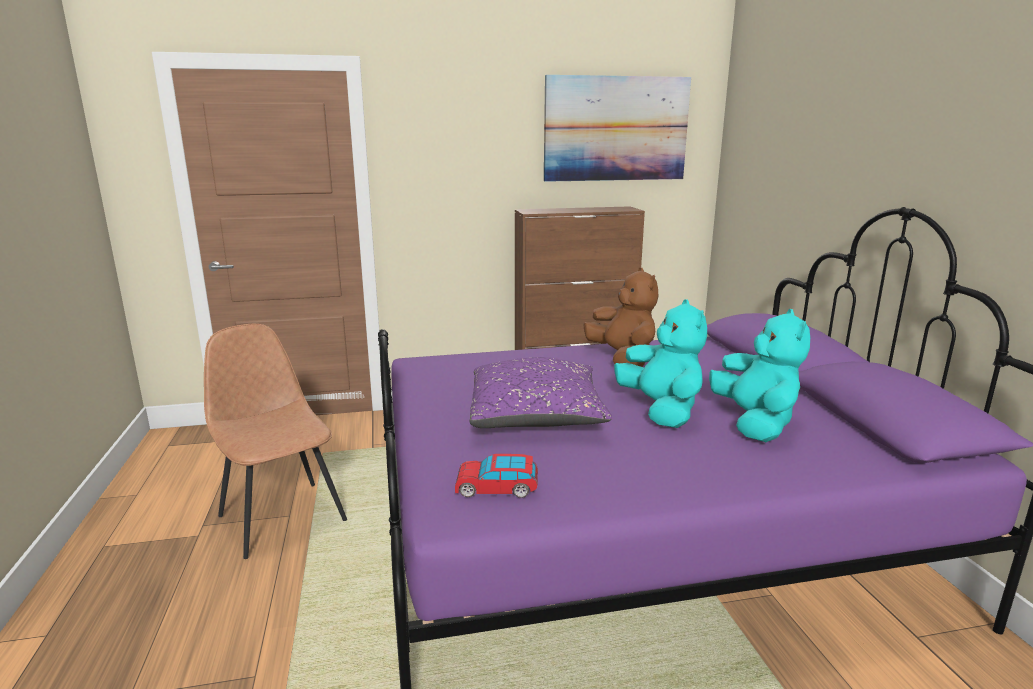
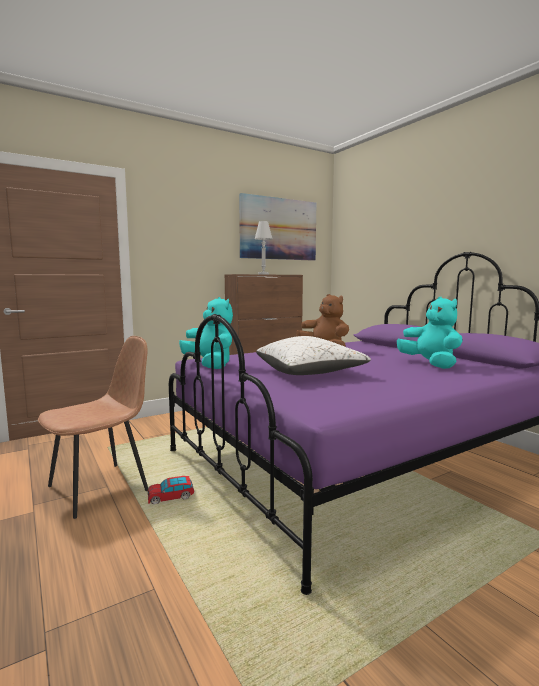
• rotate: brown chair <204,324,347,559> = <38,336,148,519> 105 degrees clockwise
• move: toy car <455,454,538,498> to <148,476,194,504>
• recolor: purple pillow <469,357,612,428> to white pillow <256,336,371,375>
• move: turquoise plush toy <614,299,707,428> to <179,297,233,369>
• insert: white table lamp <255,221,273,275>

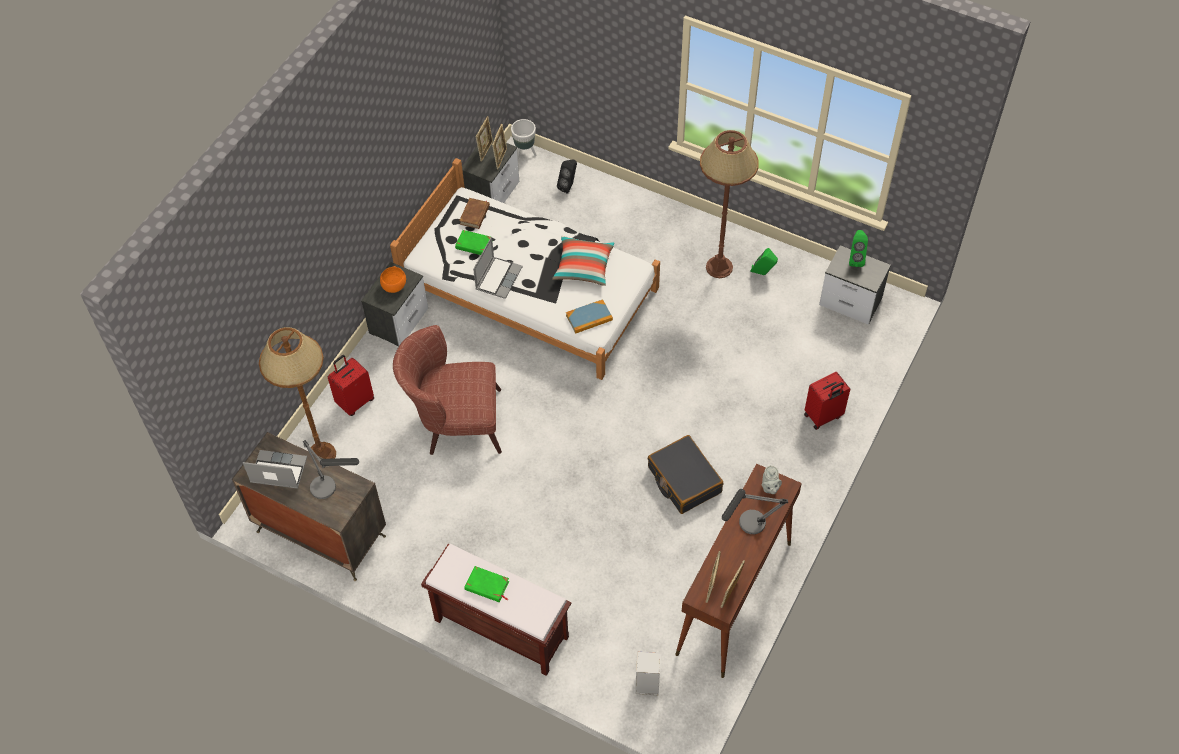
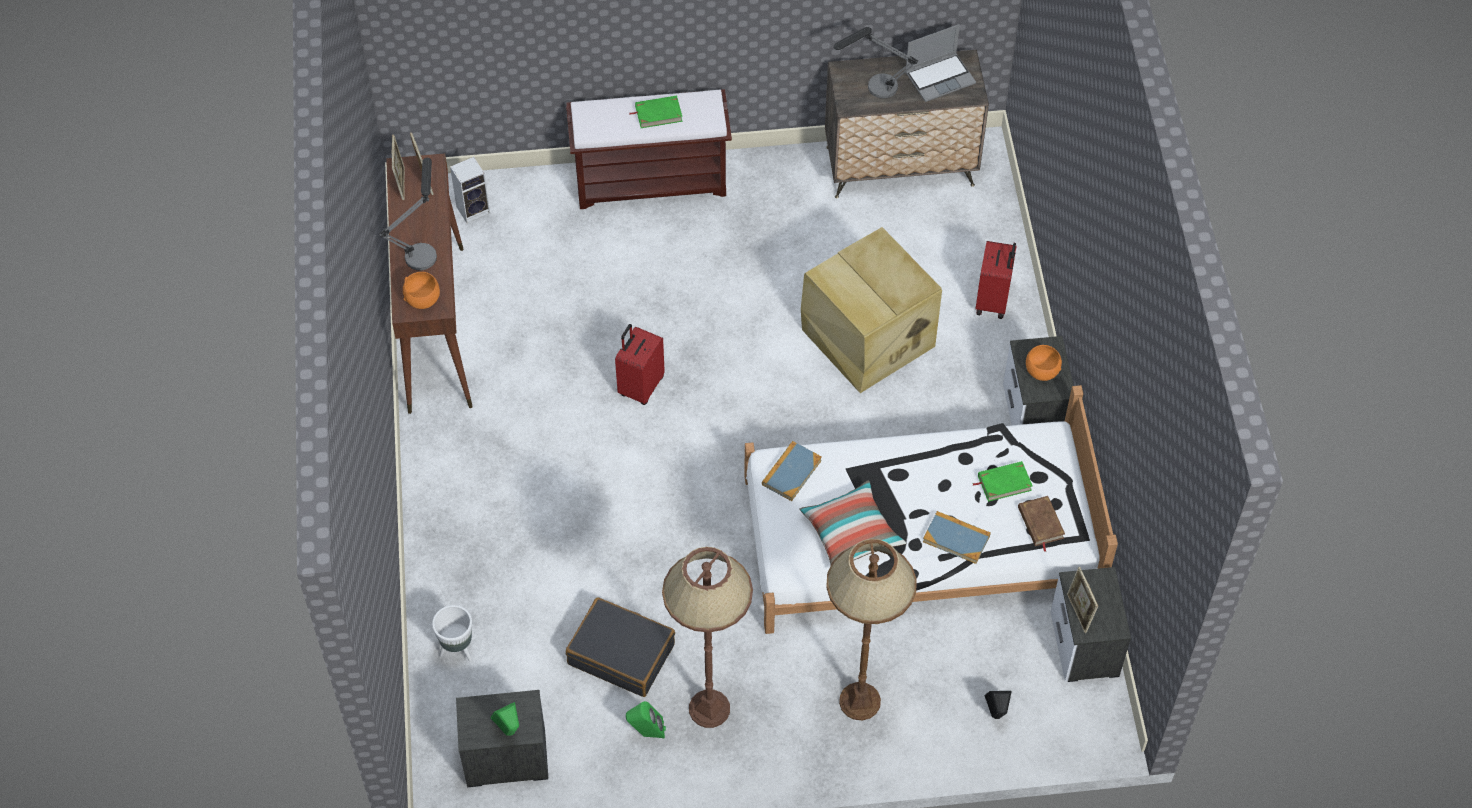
• move: brown floor lamp <259,327,336,459> to <826,539,917,721>
• replace: brown armchair <393,325,502,455> to beige storage box <801,227,942,393>
• delete: laptop <473,237,523,299>
• delete: picture frame <476,116,493,162>
• move: white planter <511,119,537,158> to <432,605,472,662>
• move: black suitcase <648,435,723,514> to <566,597,675,697>
• replace: grey teapot <762,466,782,494> to orange bowl <403,272,440,309>
• move: red suitcase <804,372,850,430> to <615,324,665,405>
• insert: book <923,511,991,564>

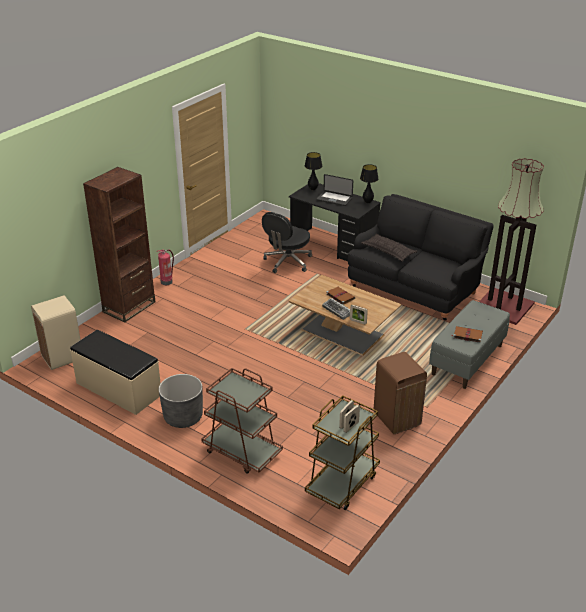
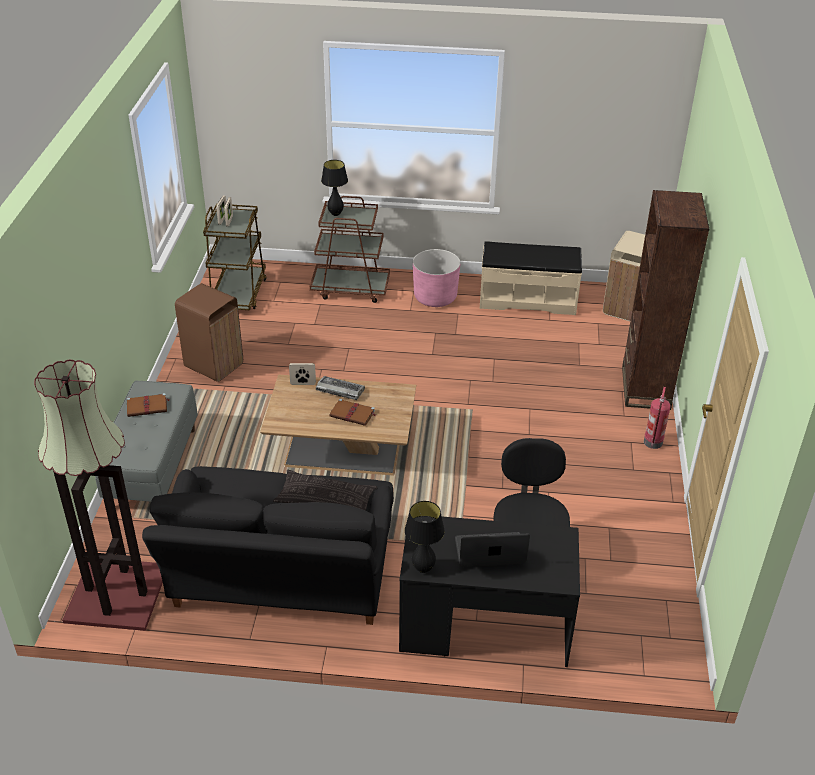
• recolor: grey planter <159,374,203,428> to pink planter <413,249,461,307>
• move: black table lamp <305,152,322,190> to <321,160,348,216>

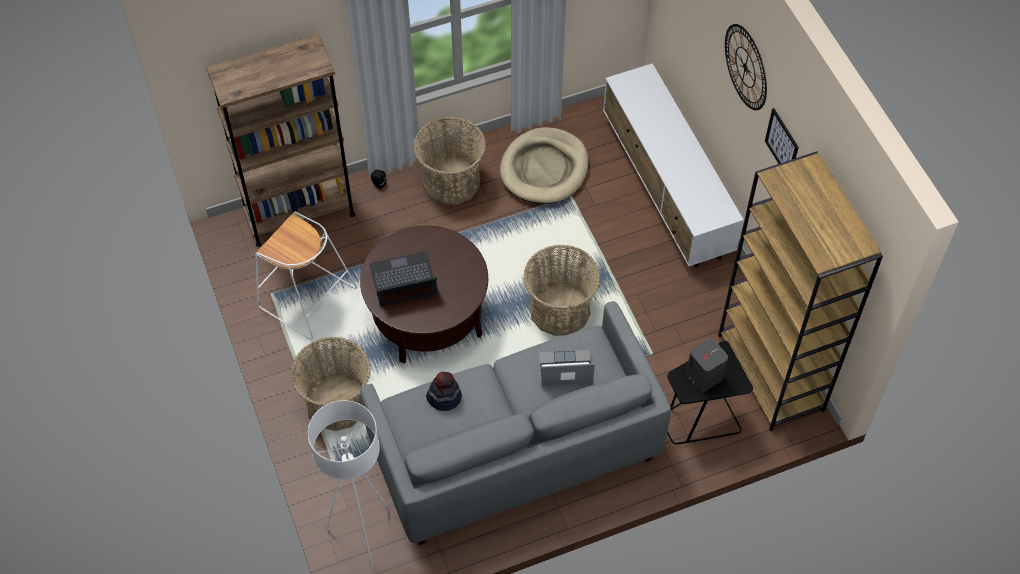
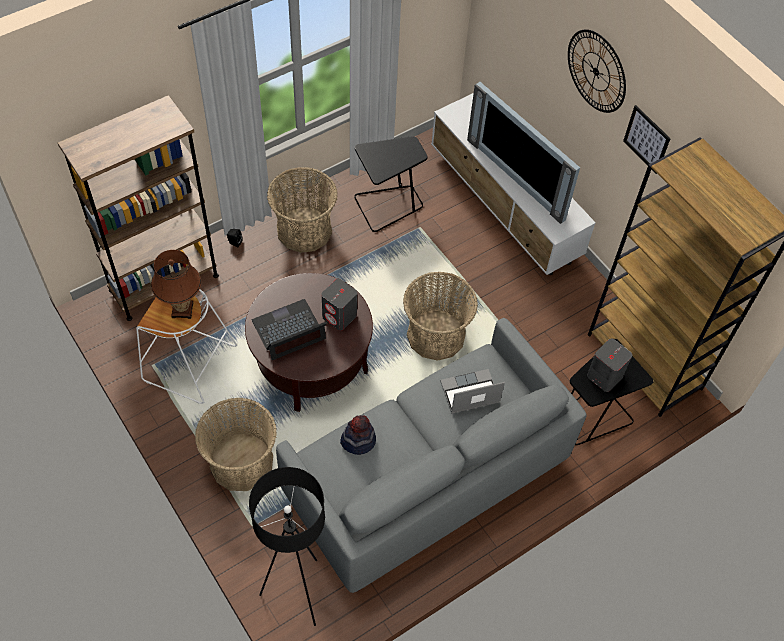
• recolor: white floor lamp <307,400,389,569> to black floor lamp <249,467,325,626>
• replace: beige dog bed <500,127,589,204> to black side table <354,136,428,232>
• insert: brown table lamp <151,250,201,319>
• insert: grey speaker <322,279,357,331>
• insert: television <467,82,580,224>

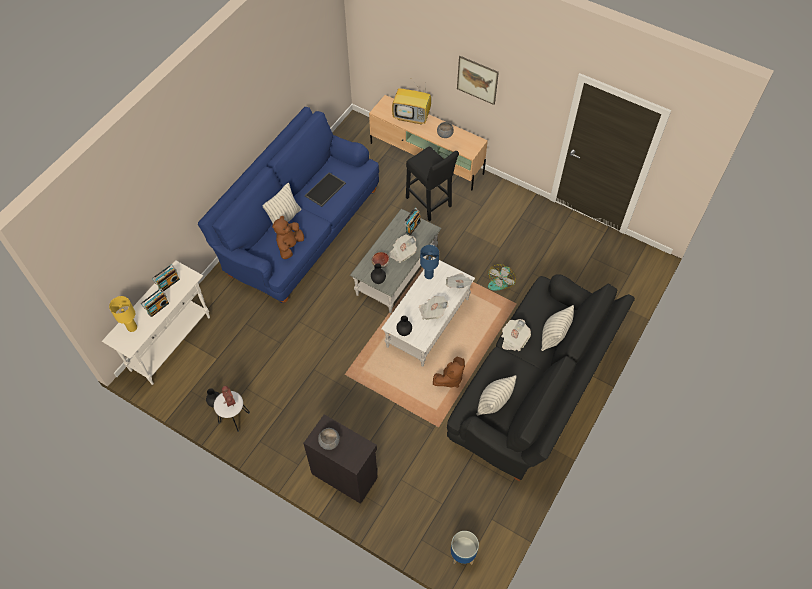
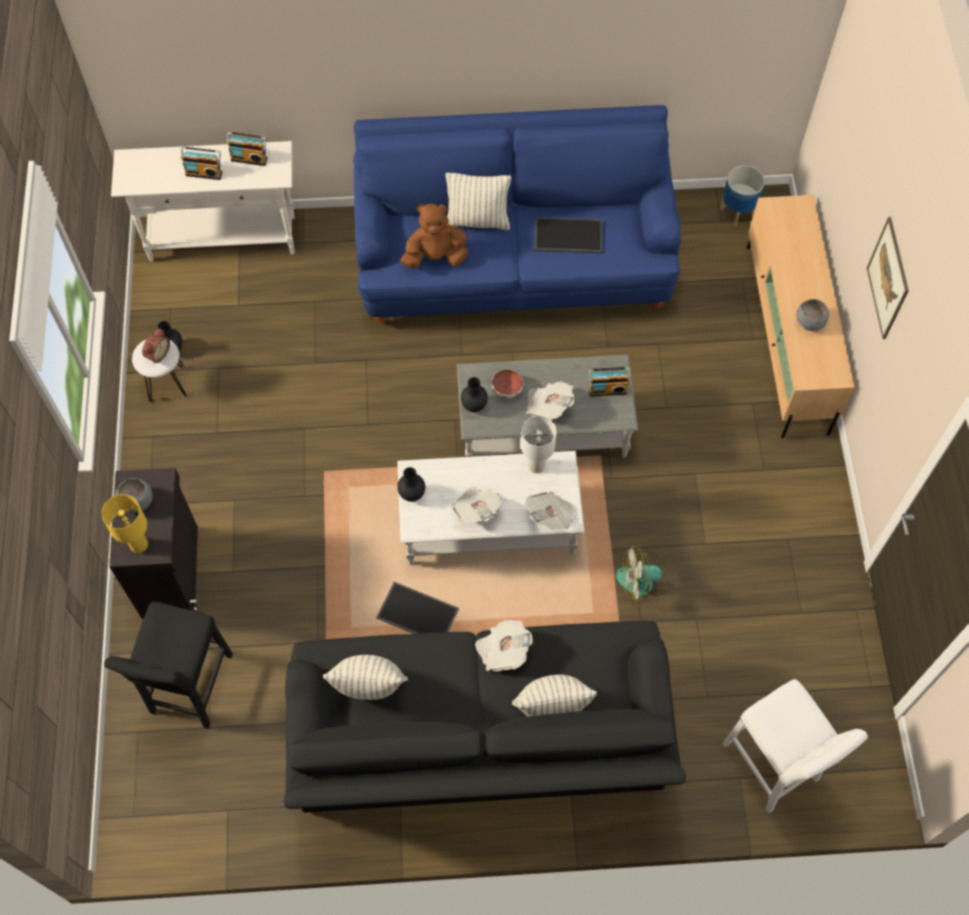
• move: yellow table lamp <109,296,137,332> to <101,494,148,553>
• delete: television <392,79,431,125>
• move: black stool <406,147,459,221> to <104,602,233,729>
• recolor: blue table lamp <420,245,439,279> to white table lamp <521,416,557,473>
• replace: brown plush toy <433,357,465,388> to tray <376,582,459,634>
• move: planter <451,531,479,565> to <720,165,765,226>
• insert: white stool <722,679,868,813>

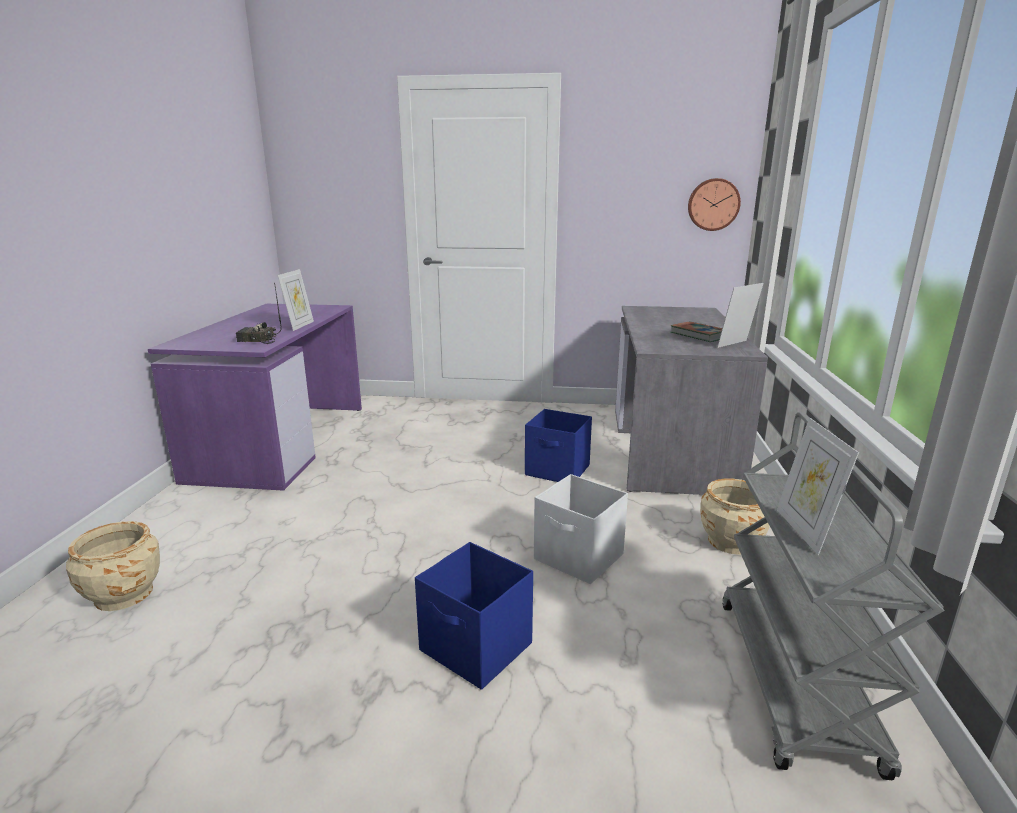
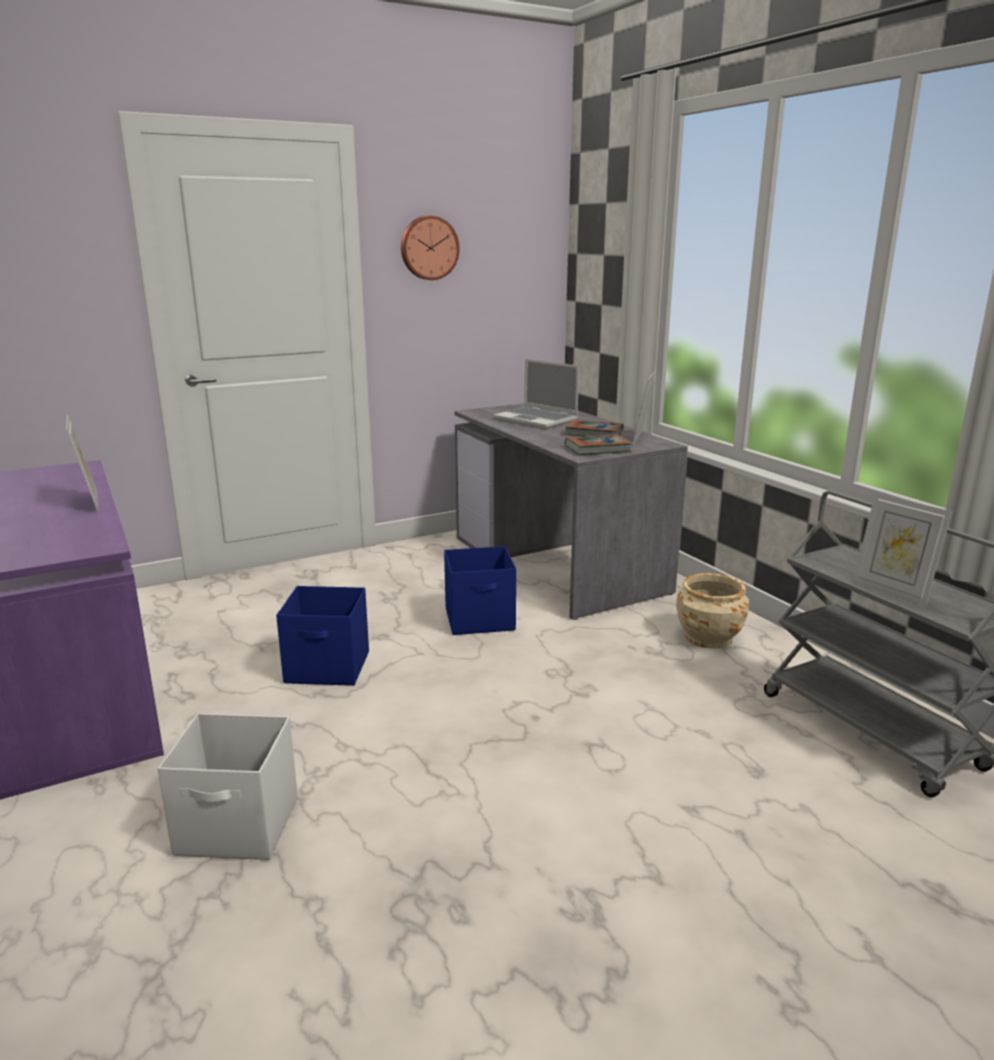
• delete: beige planter <66,521,160,611>
• delete: radio <236,282,281,344>
• move: blue storage box <415,542,533,690> to <276,586,369,686>
• move: white storage box <534,474,628,584> to <157,713,298,860>
• move: wall clock <688,178,741,231> to <401,216,460,280>
• insert: laptop <493,359,579,429>
• insert: book <565,435,632,455>

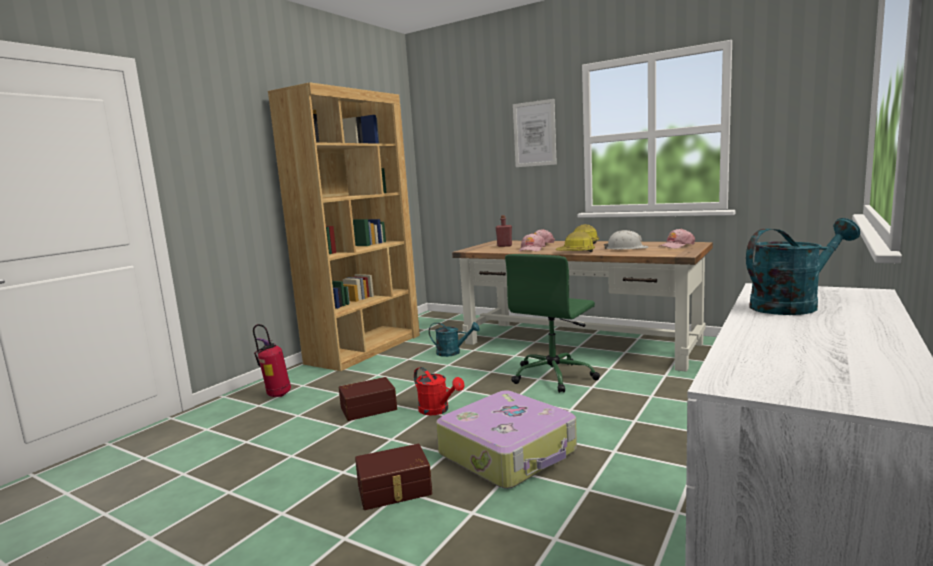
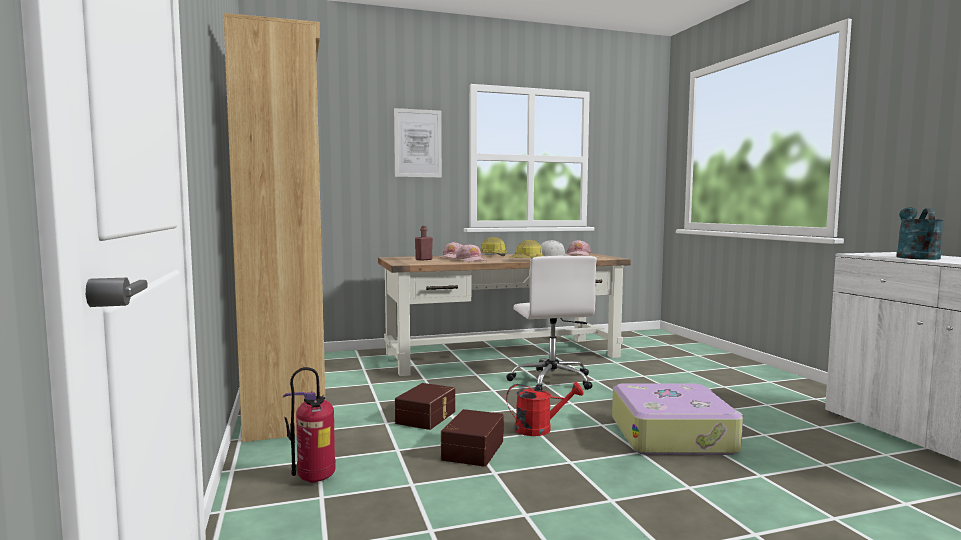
• move: brown storage box <355,444,432,510> to <395,383,455,430>
• delete: turquoise watering can <429,322,480,357>
• recolor: green office chair <505,254,600,393> to white office chair <506,256,597,390>

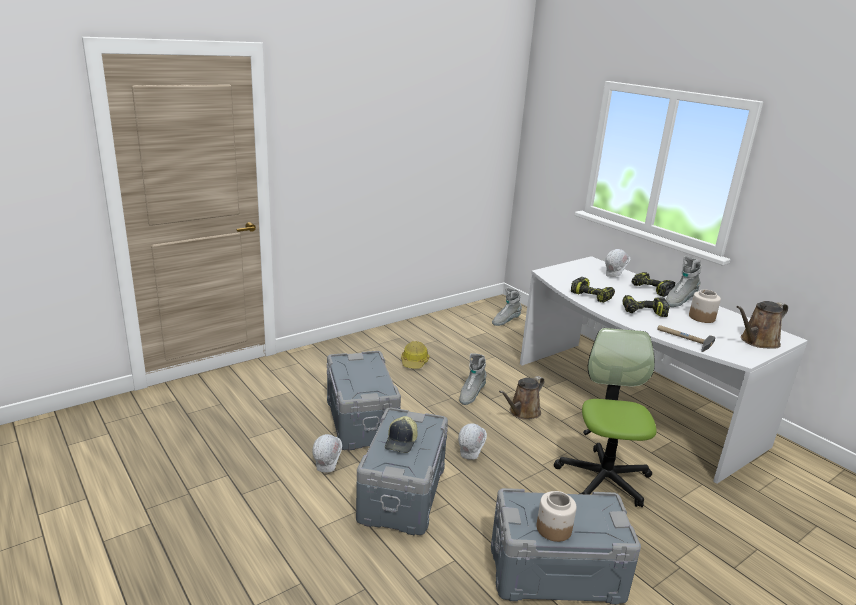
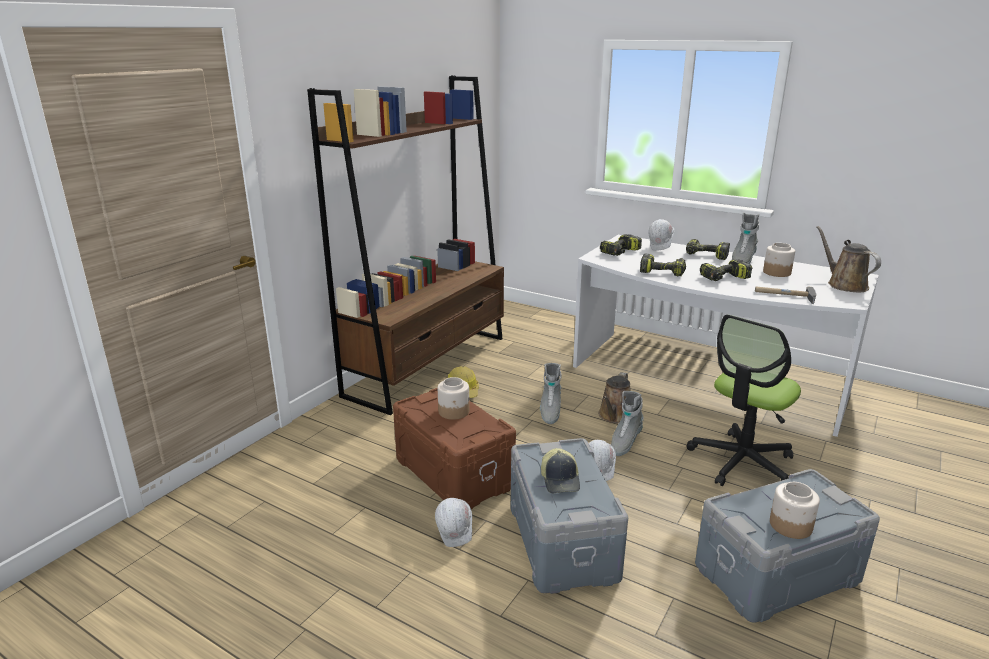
• recolor: grey storage box <327,351,401,450> to brown storage box <393,388,516,509>
• move: grey boot <492,287,522,326> to <611,391,644,456>
• rotate: office chair <554,328,657,507> = <686,315,801,486> 120 degrees counterclockwise
• rotate: brown watering can <737,301,788,349> = <817,226,881,292> 120 degrees clockwise
• insert: brown bookcase <307,75,504,415>
• insert: jar <438,377,470,420>
• insert: power drill <600,234,642,256>

